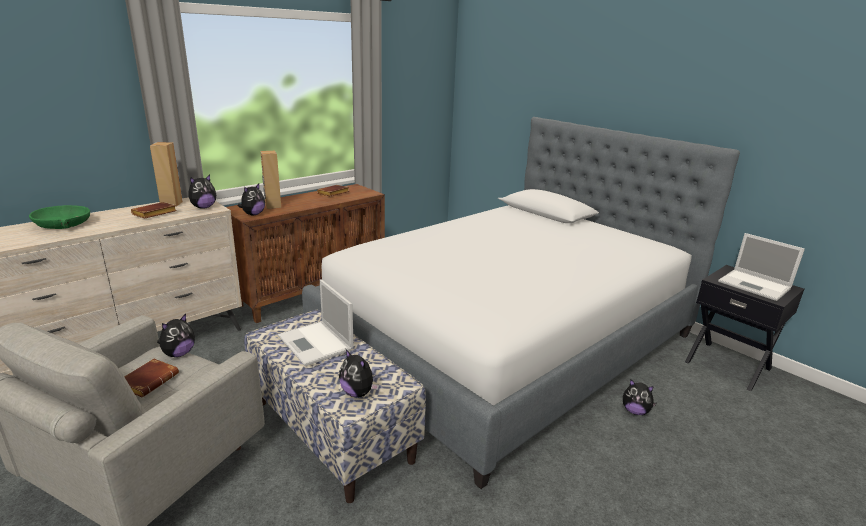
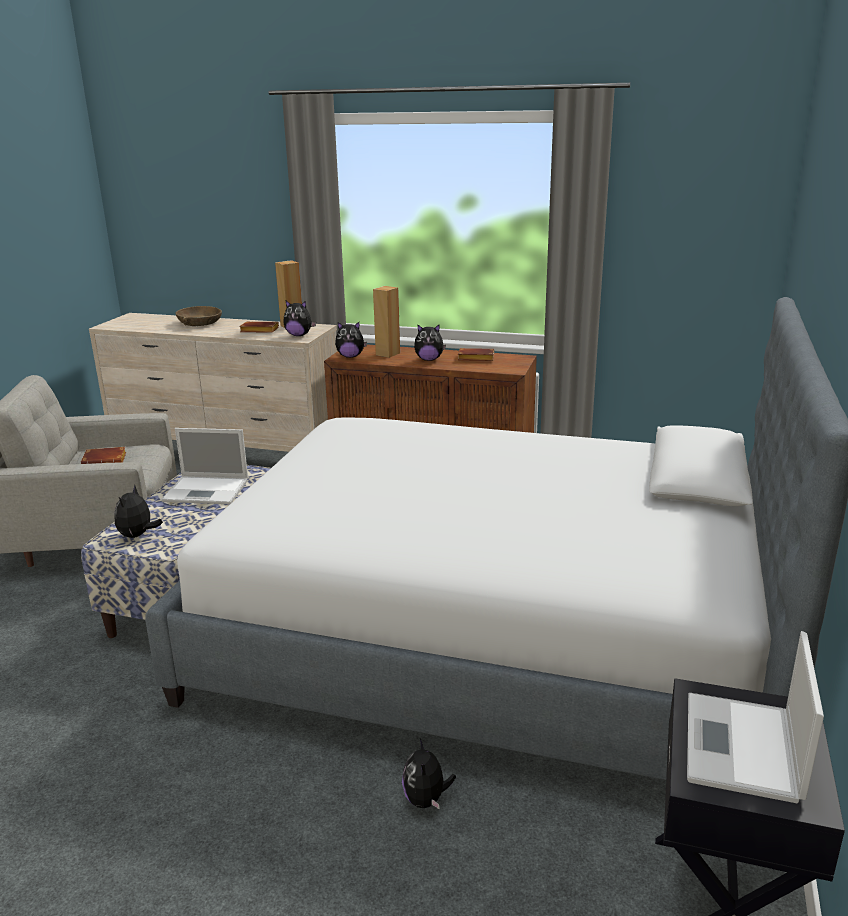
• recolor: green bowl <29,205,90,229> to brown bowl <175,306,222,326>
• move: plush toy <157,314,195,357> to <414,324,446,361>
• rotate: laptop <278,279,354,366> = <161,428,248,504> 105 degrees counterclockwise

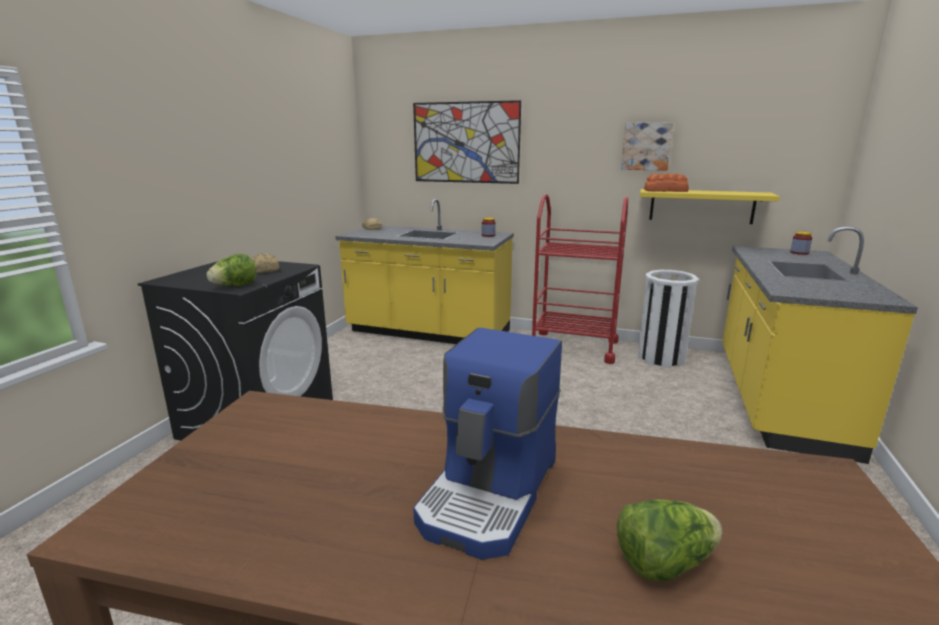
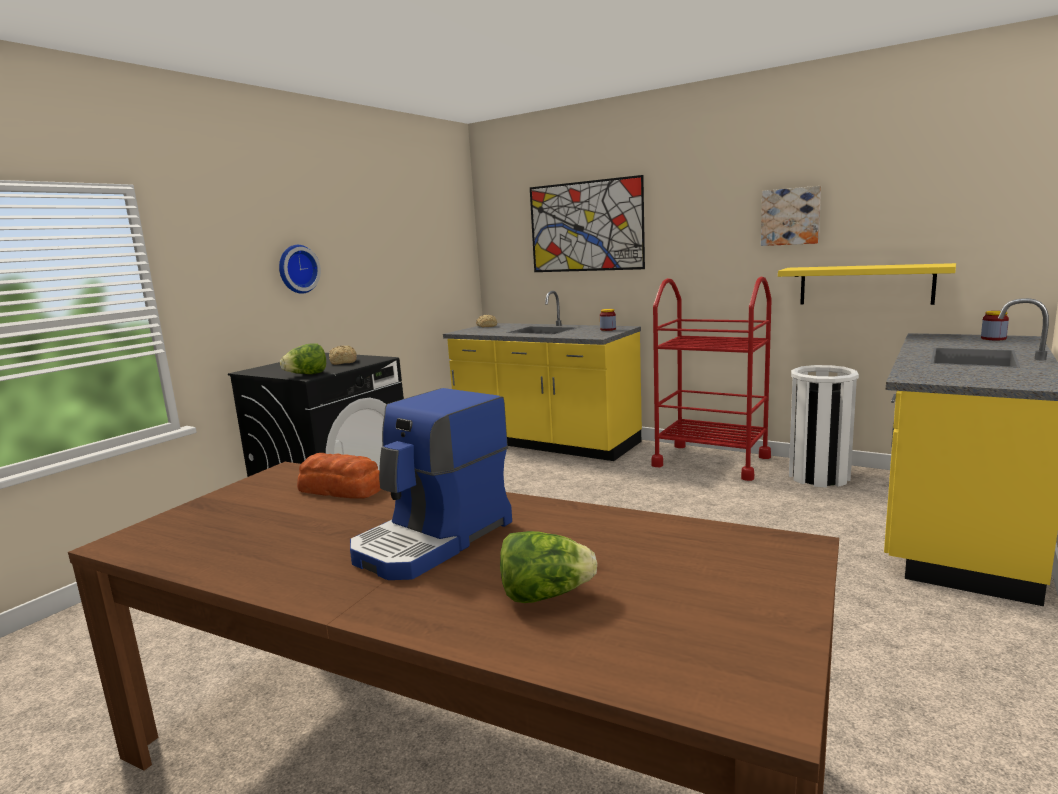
• move: bread <644,173,689,192> to <297,453,381,499>
• insert: wall clock <279,245,321,294>

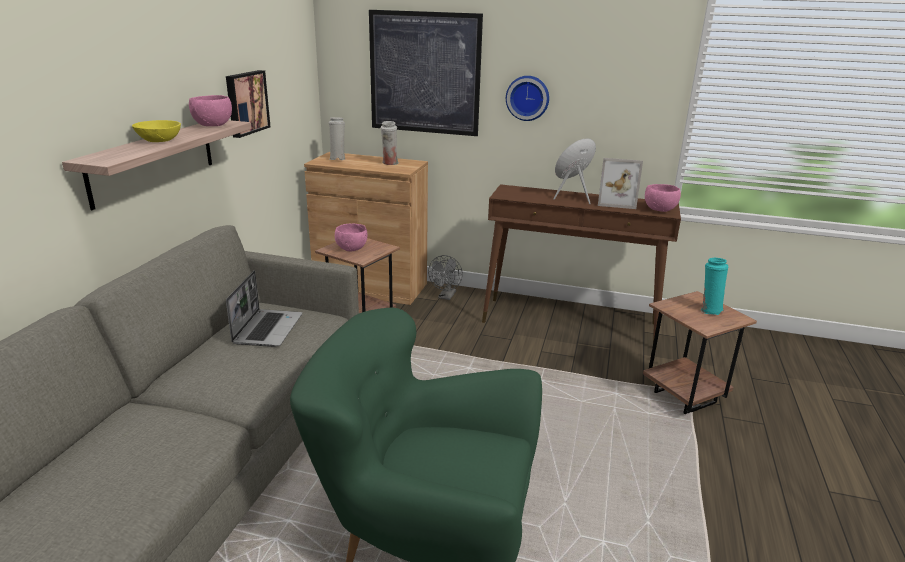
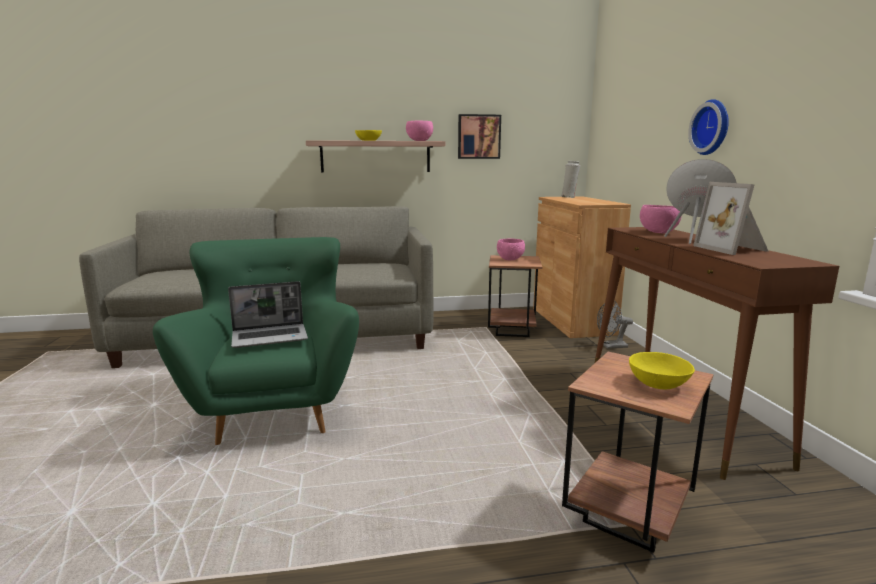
• move: laptop <226,271,302,347> to <228,281,308,348>
• delete: picture <369,10,483,136>
• delete: white vase <380,121,399,165>
• move: pink bowl <645,184,681,212> to <640,205,682,233>
• replace: turquoise vase <701,258,729,315> to yellow bowl <629,352,695,389>

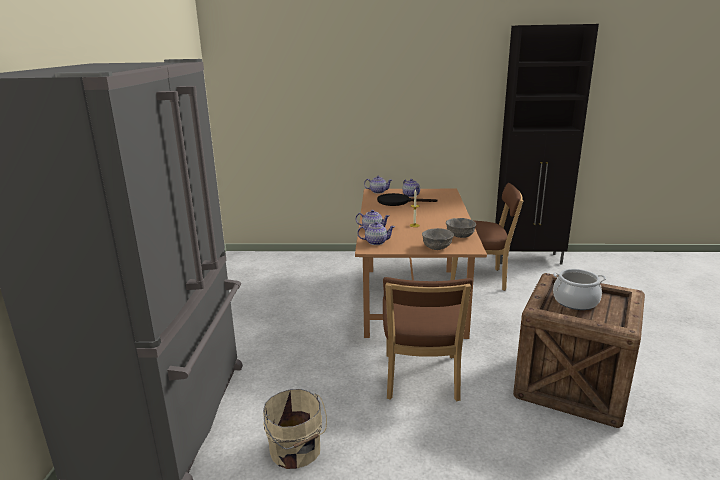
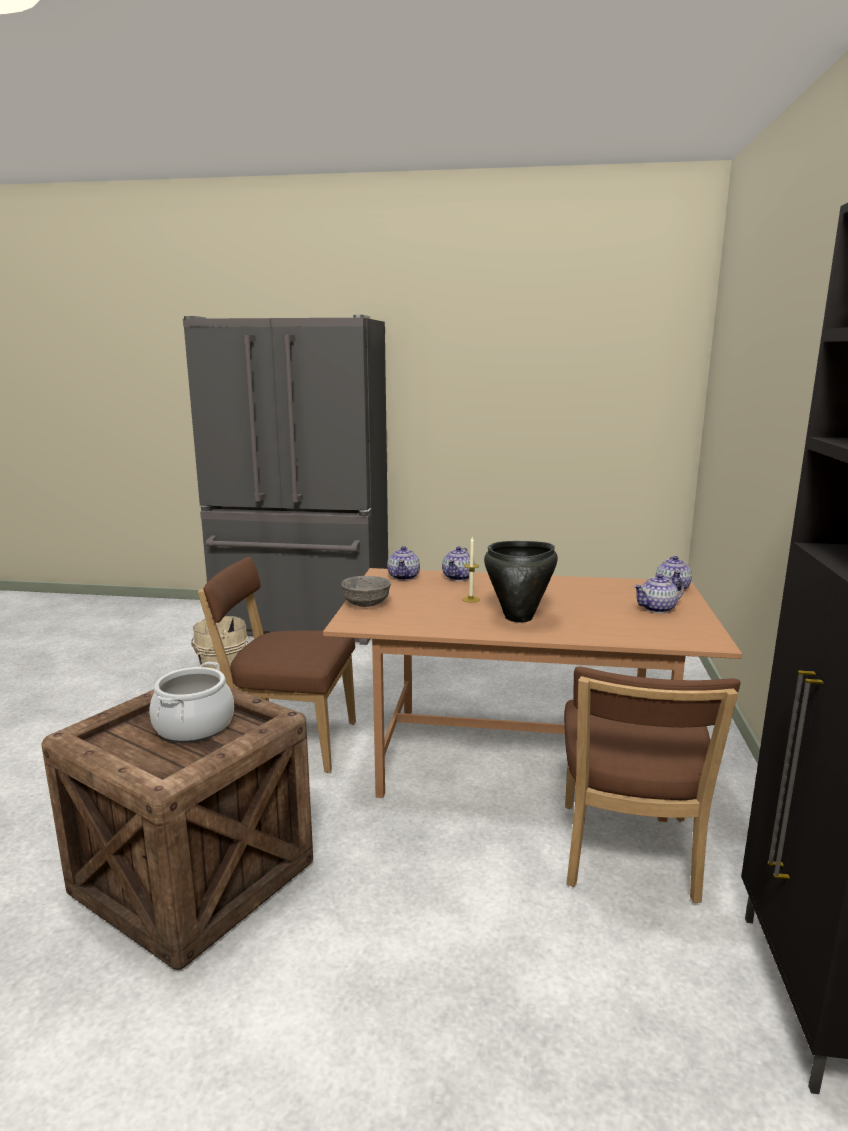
• delete: black frying pan <377,193,437,206>
• delete: grey bowl <446,218,476,238>
• insert: black cooking pot <484,541,558,623>

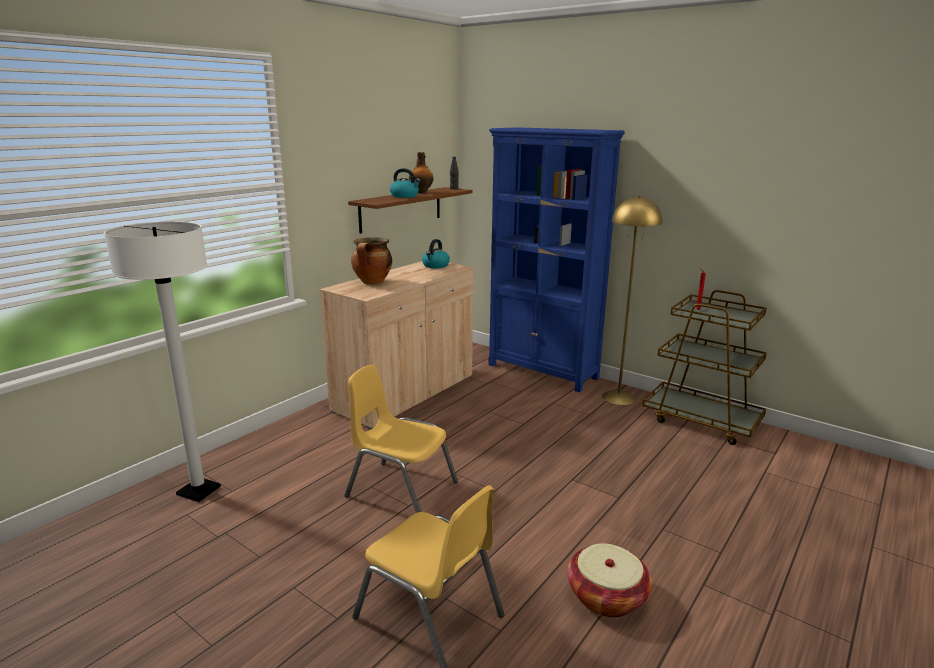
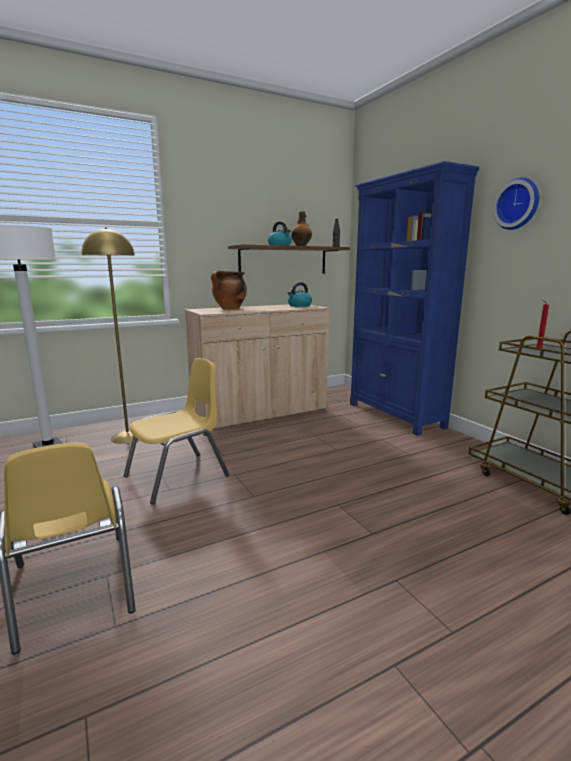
• rotate: yellow chair <345,365,458,513> = <124,358,229,505> 90 degrees clockwise
• delete: basket <567,543,652,617>
• move: yellow floor lamp <602,196,662,405> to <82,227,139,444>
• insert: wall clock <493,177,539,230>

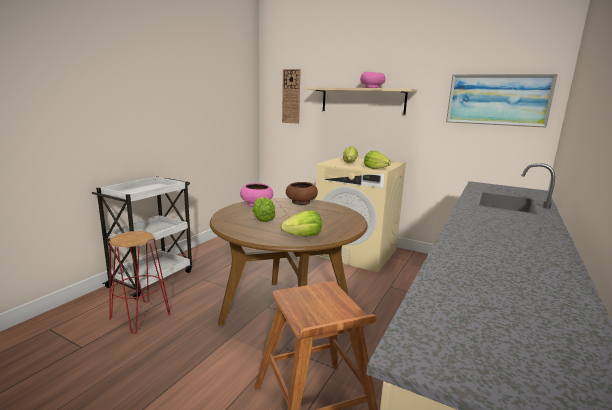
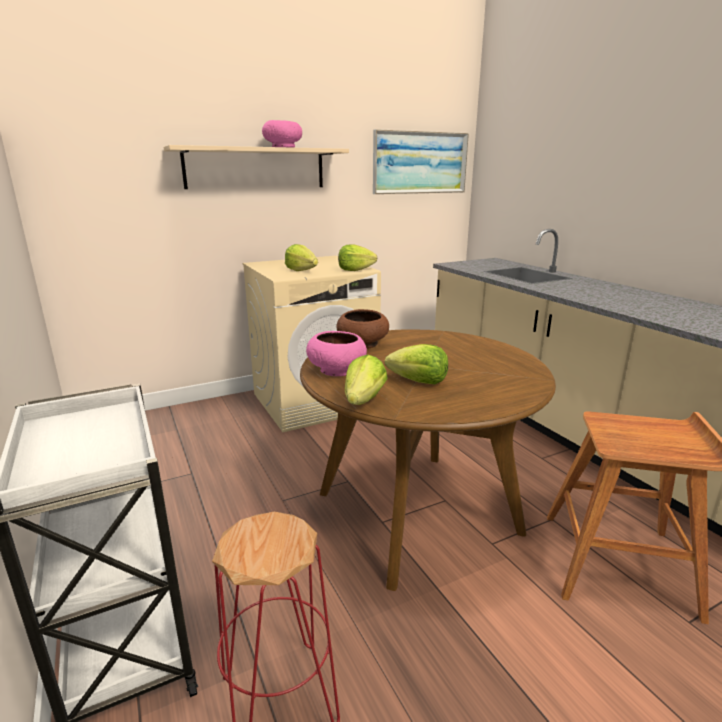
• move: lettuce <280,210,322,237> to <345,355,387,405>
• delete: wall clock <282,69,301,124>

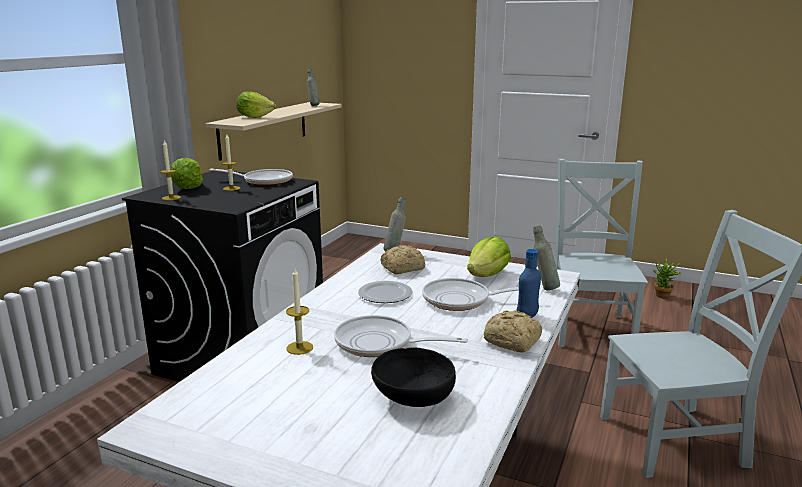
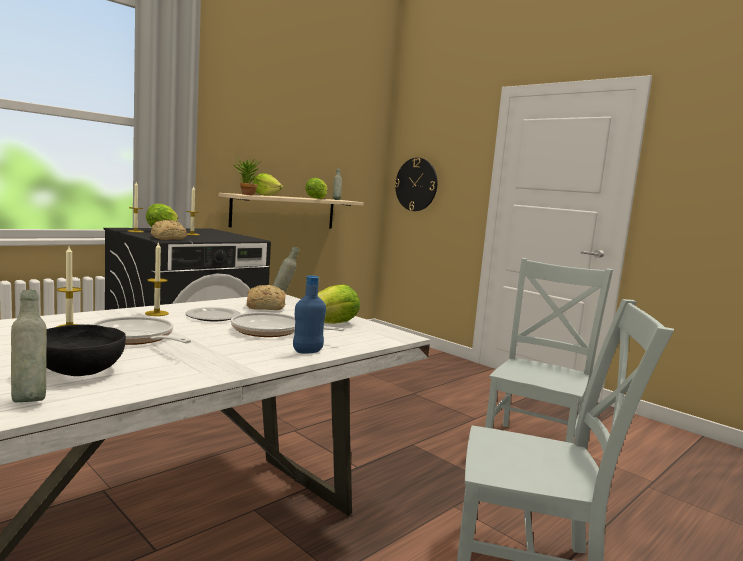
• delete: frying pan <210,169,293,186>
• move: bread <484,310,542,352> to <151,220,187,240>
• move: grey bottle <533,226,560,290> to <11,290,47,402>
• move: potted plant <653,259,681,299> to <233,158,262,195>
• insert: candle <145,243,169,316>
• insert: lettuce <305,178,328,199>
• insert: wall clock <394,158,437,211>

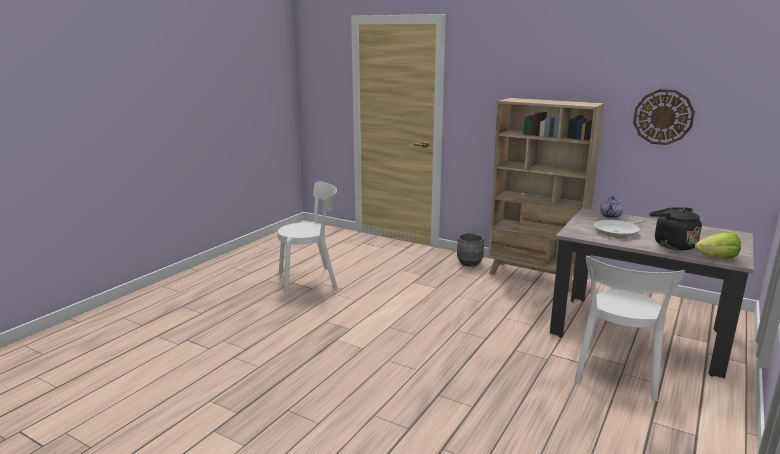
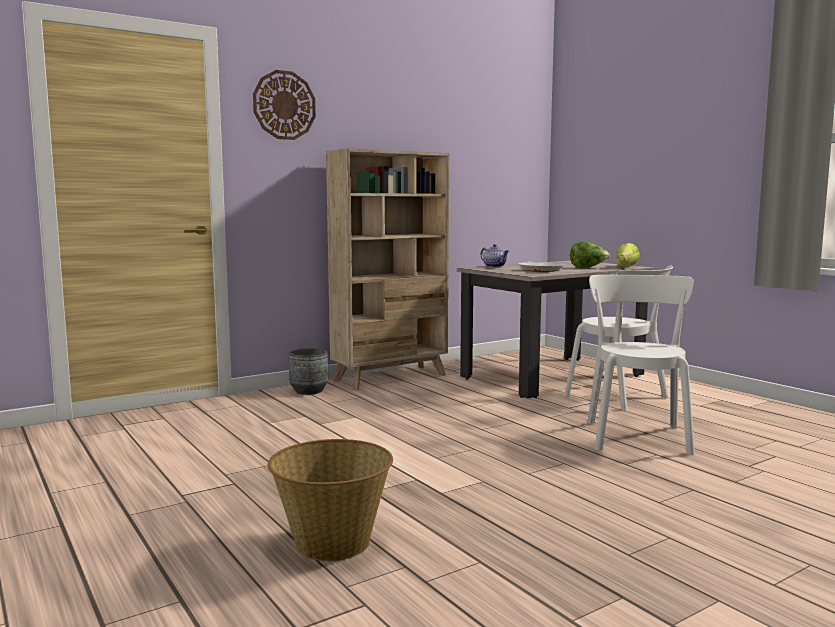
• move: white chair <278,181,338,294> to <587,275,694,455>
• move: wall clock <633,89,695,145> to <253,70,316,140>
• replace: black kettle <650,207,702,250> to lettuce <570,241,610,268>
• insert: basket <268,439,393,561>

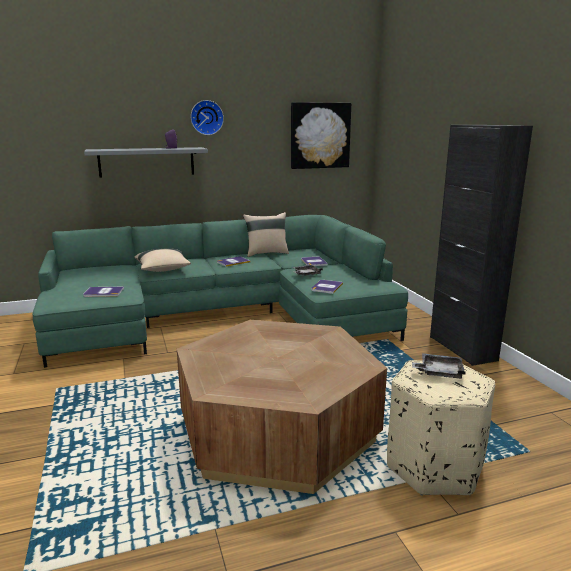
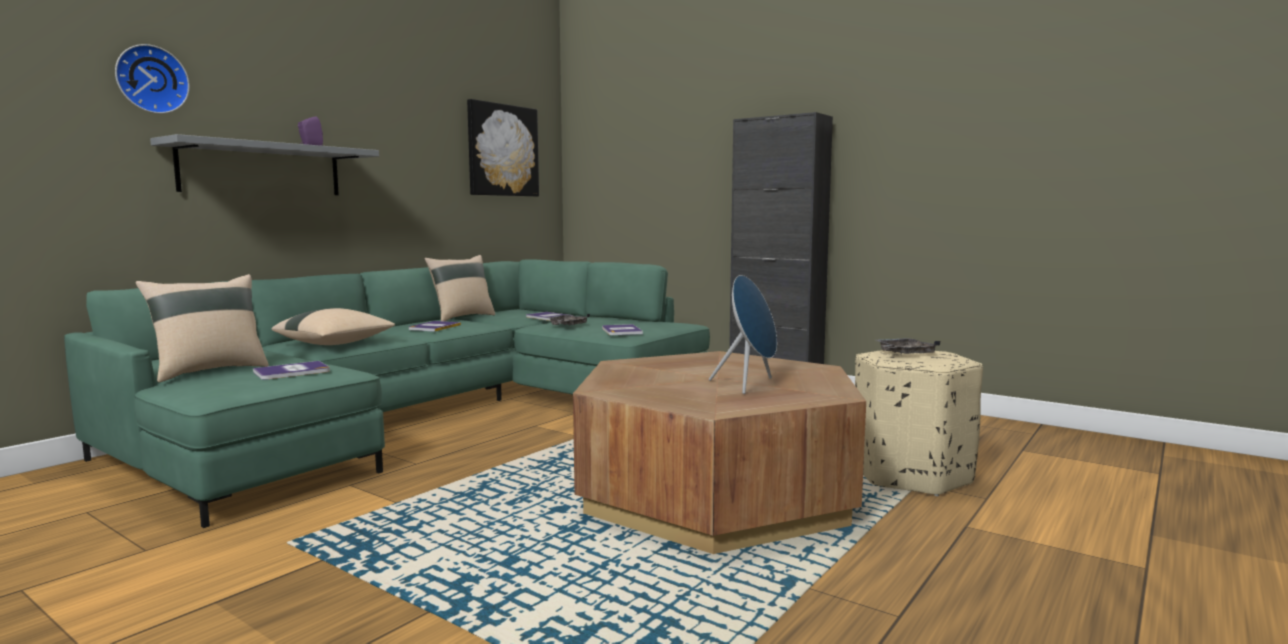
• move: wall clock <191,100,224,135> to <115,44,190,114>
• insert: beige pillow <136,274,269,382>
• insert: blue speaker <709,275,777,394>

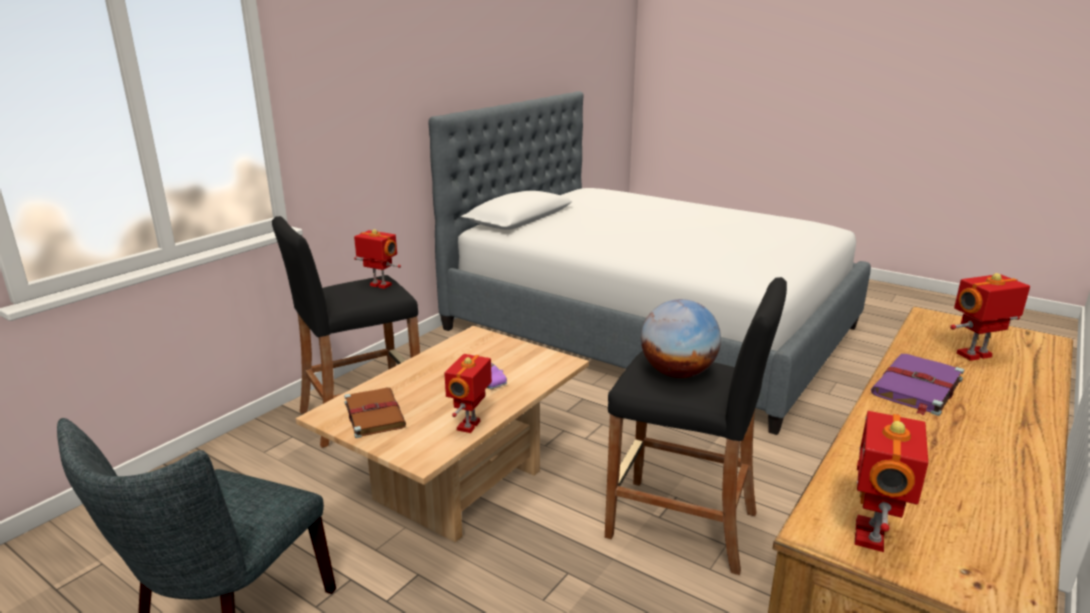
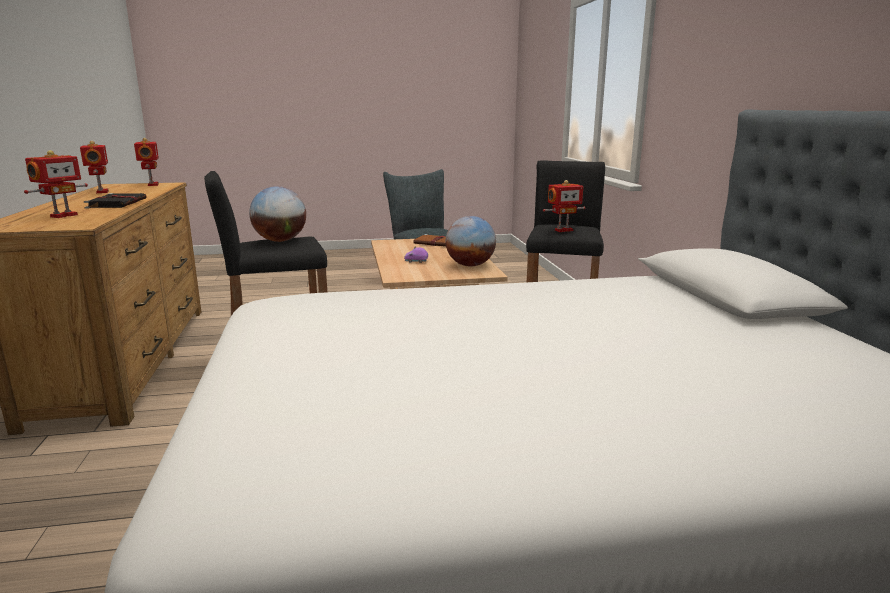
• move: toy robot <444,354,492,433> to <80,141,109,193>
• recolor: purple book <871,354,965,416> to black book <84,193,147,209>
• insert: globe <446,216,496,267>

